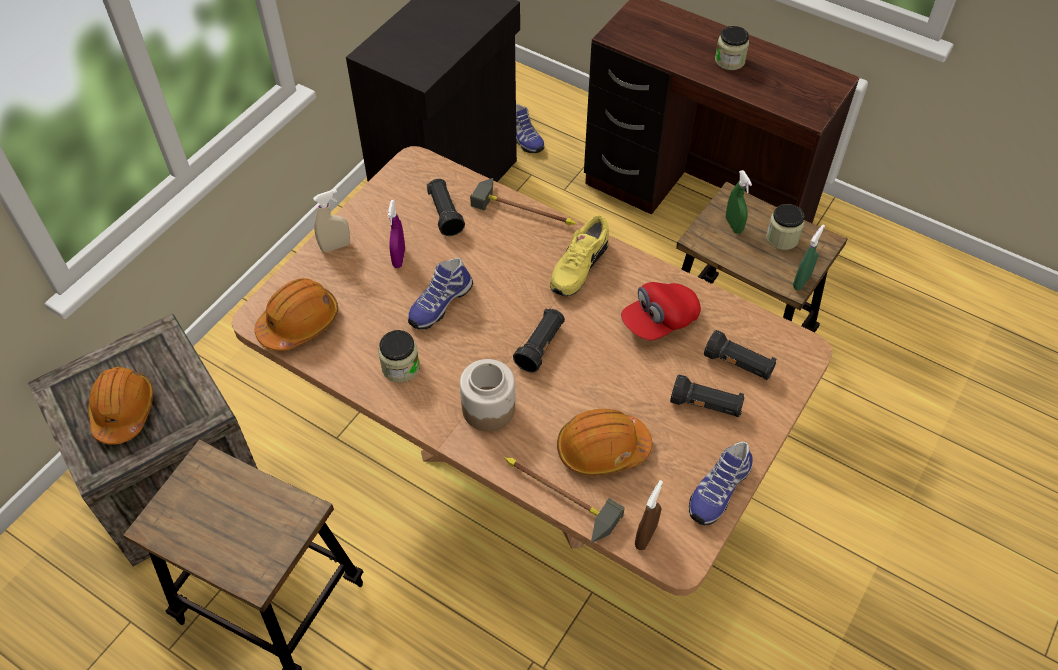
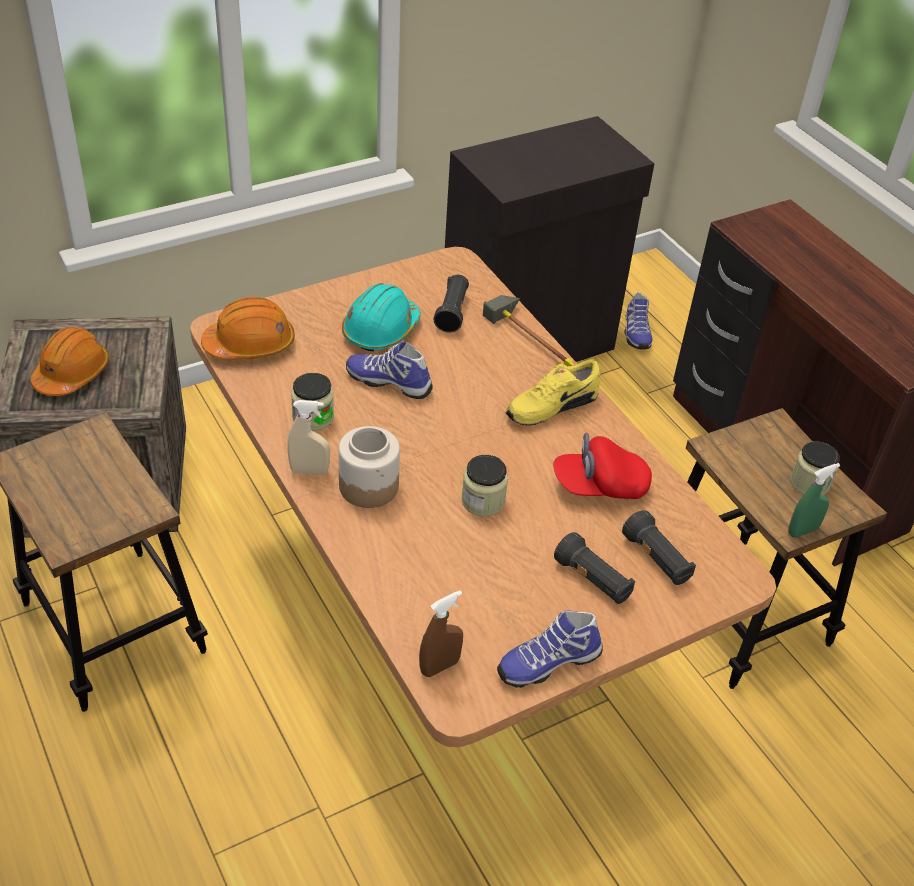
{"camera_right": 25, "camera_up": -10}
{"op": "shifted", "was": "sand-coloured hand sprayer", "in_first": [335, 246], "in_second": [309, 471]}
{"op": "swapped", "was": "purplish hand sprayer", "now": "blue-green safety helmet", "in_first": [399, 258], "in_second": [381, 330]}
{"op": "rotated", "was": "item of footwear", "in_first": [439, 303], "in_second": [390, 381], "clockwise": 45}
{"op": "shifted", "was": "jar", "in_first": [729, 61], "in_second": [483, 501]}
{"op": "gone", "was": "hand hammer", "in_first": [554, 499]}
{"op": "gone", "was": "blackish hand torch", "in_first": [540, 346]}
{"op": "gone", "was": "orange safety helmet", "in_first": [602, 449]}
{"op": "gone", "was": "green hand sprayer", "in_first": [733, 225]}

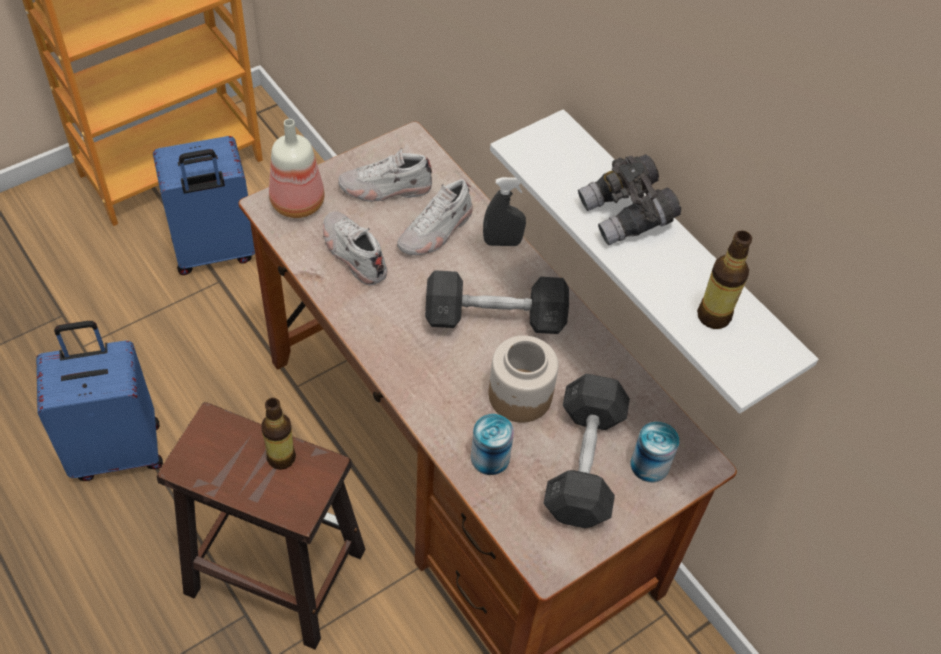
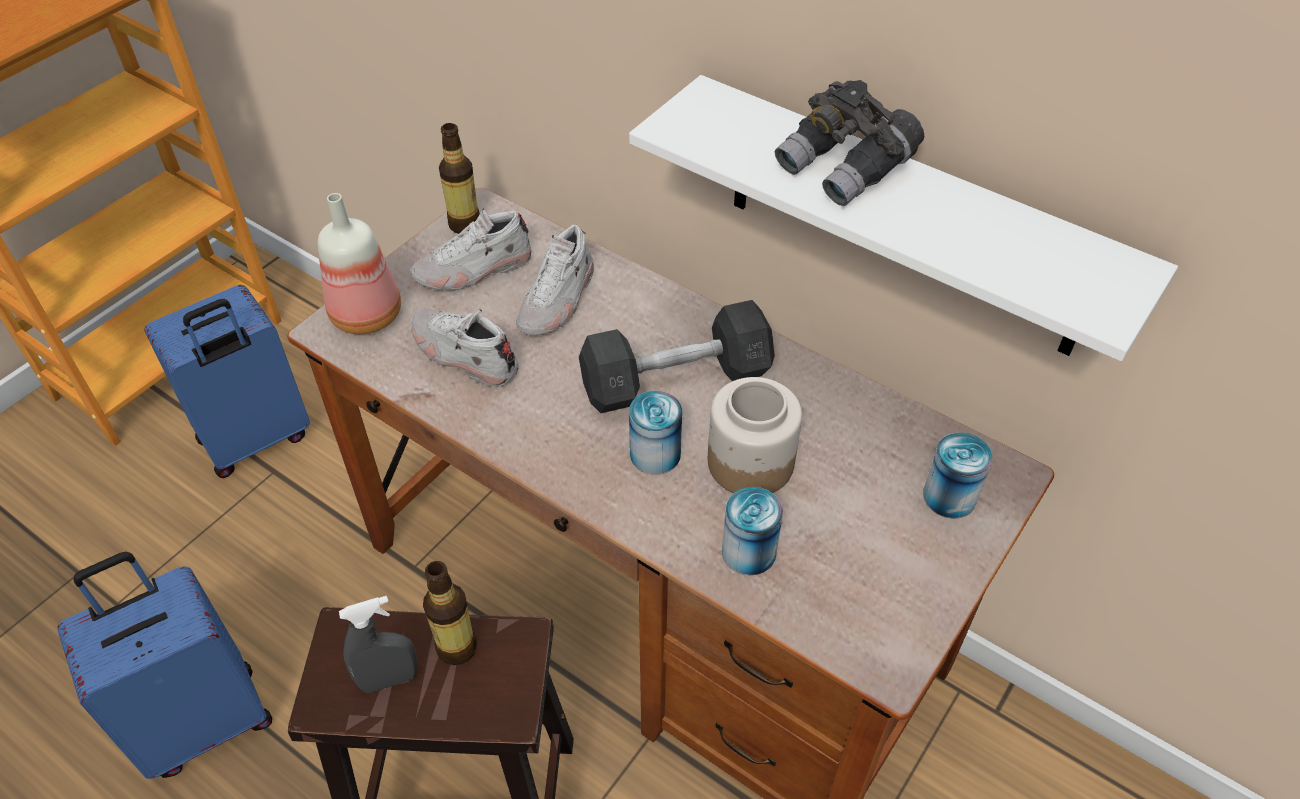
{"camera_right": -15, "camera_up": -5}
{"op": "shifted", "was": "greyish hand sprayer", "in_first": [502, 242], "in_second": [389, 680]}
{"op": "shifted", "was": "bottle", "in_first": [713, 316], "in_second": [465, 224]}
{"op": "new", "now": "sealed can", "in_second": [655, 454]}
{"op": "gone", "was": "greyish free weight", "in_first": [584, 463]}

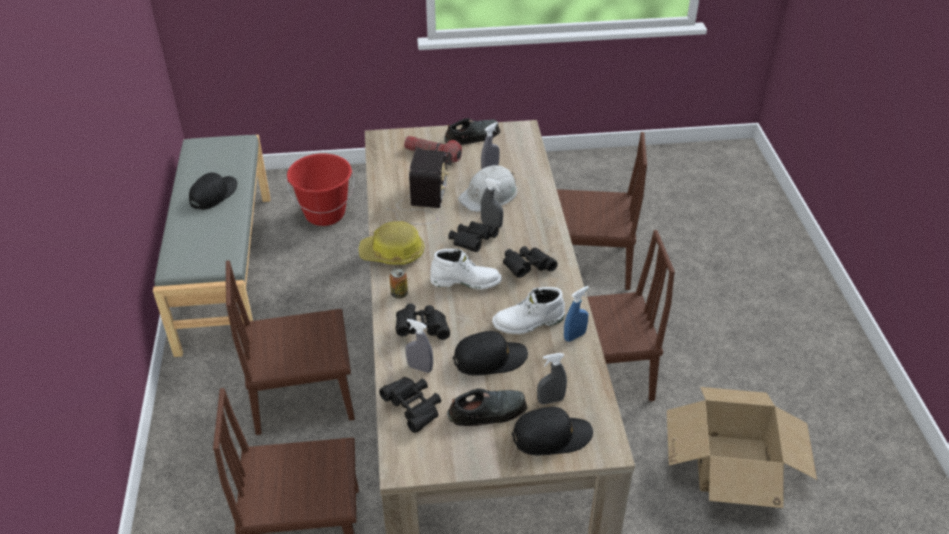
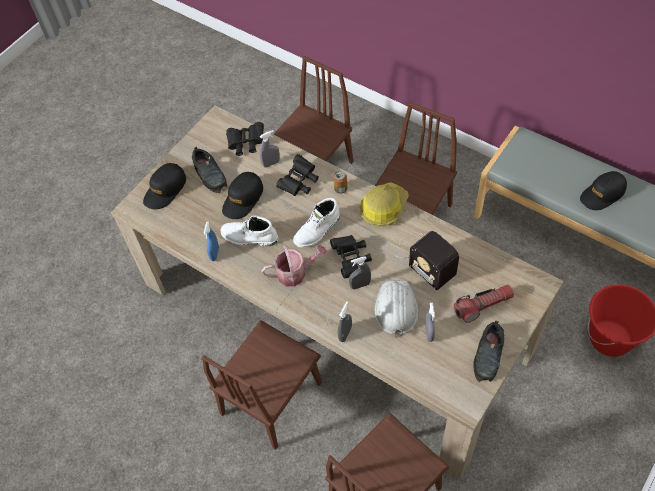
{"camera_right": 135, "camera_up": 15}
{"op": "rotated", "was": "blackish item of footwear", "in_first": [488, 411], "in_second": [210, 174], "clockwise": -60}
{"op": "rotated", "was": "white-coloured boot", "in_first": [528, 323], "in_second": [249, 238], "clockwise": -105}
{"op": "swapped", "was": "blackish binoculars", "now": "sprinkling can", "in_first": [527, 268], "in_second": [295, 273]}
{"op": "shifted", "was": "greyish hand sprayer", "in_first": [550, 400], "in_second": [345, 334]}
{"op": "rotated", "was": "blackish cap", "in_first": [214, 195], "in_second": [602, 194], "clockwise": 75}
{"op": "gone", "was": "packing box", "in_first": [732, 465]}

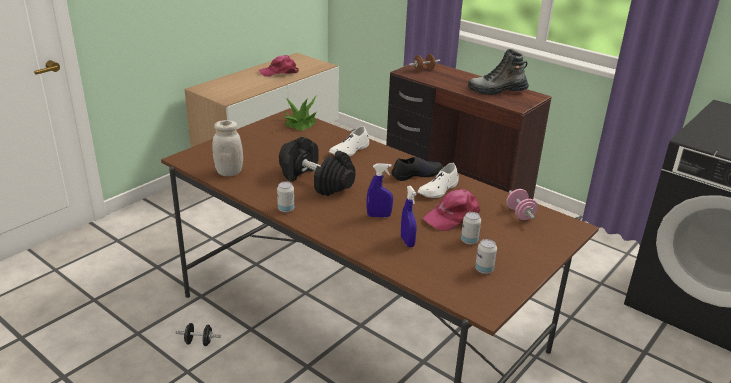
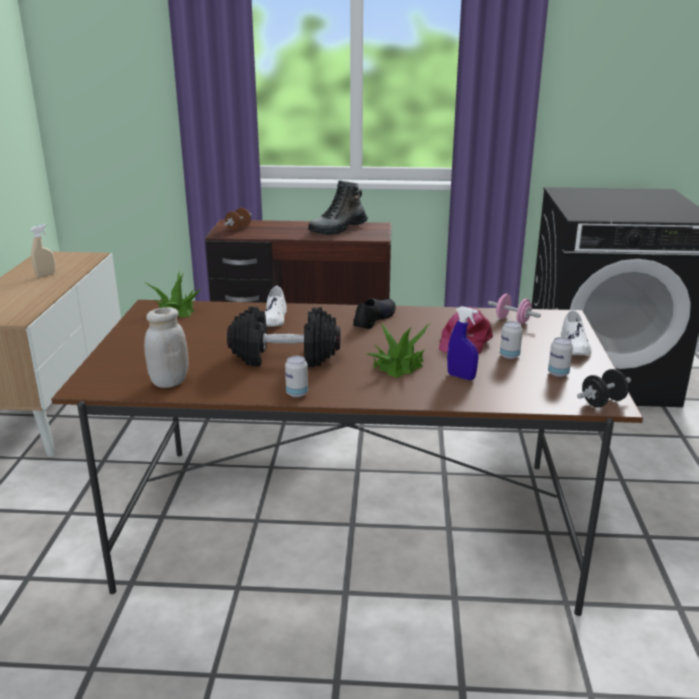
{"camera_right": -35, "camera_up": -5}
{"op": "swapped", "was": "pinkish cap", "now": "sand-coloured hand sprayer", "in_first": [279, 72], "in_second": [46, 275]}
{"op": "swapped", "was": "bluish hand sprayer", "now": "potted plant", "in_first": [379, 216], "in_second": [399, 365]}
{"op": "shifted", "was": "white-coloured item of footwear", "in_first": [438, 189], "in_second": [574, 346]}
{"op": "shifted", "was": "blackish free weight", "in_first": [199, 342], "in_second": [602, 402]}

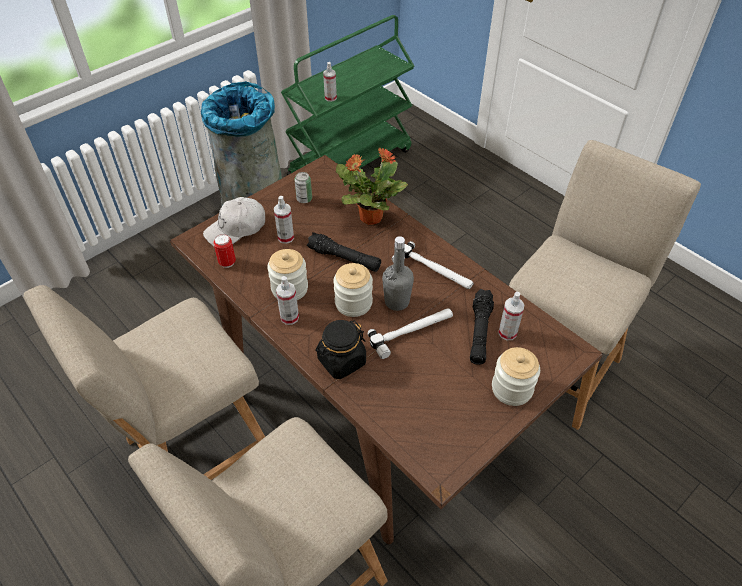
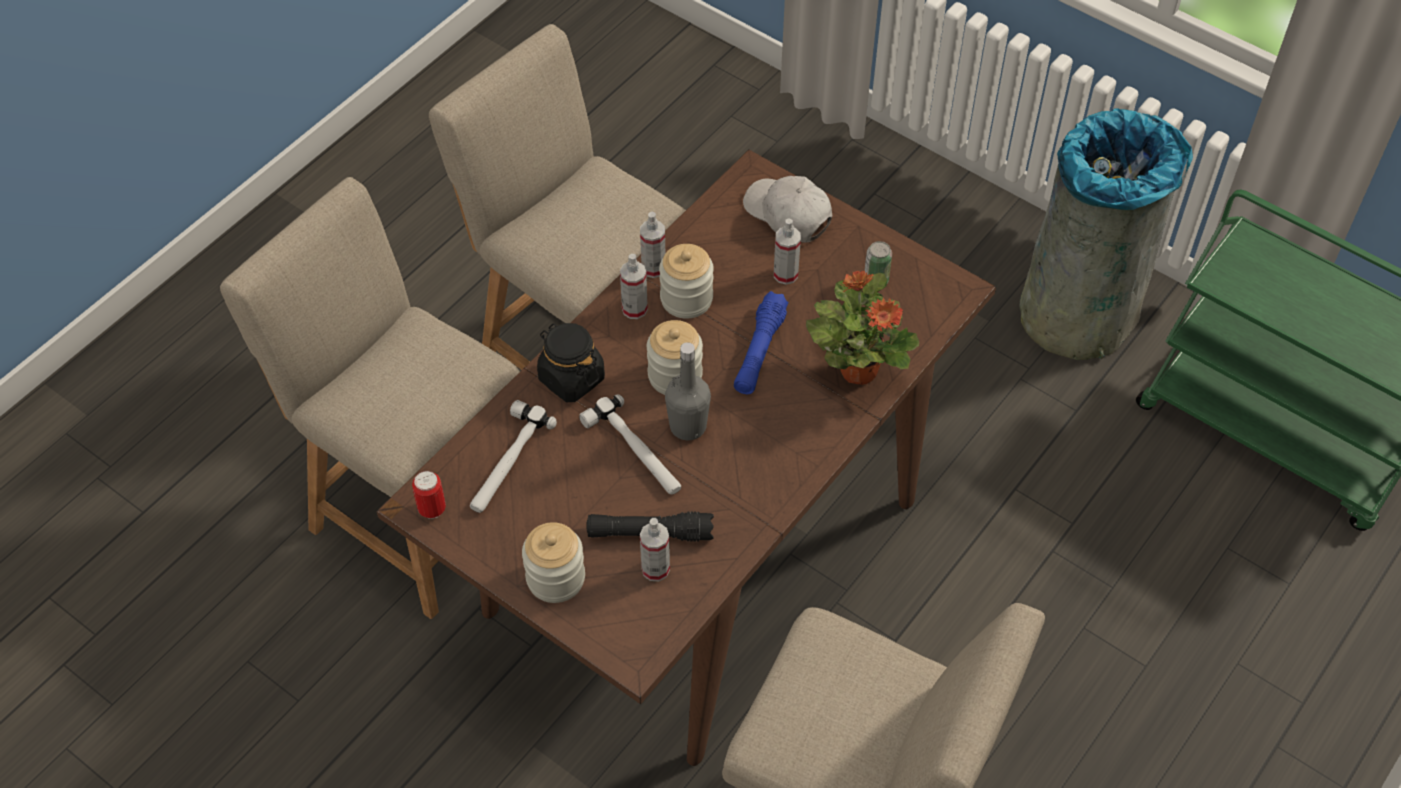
{"camera_right": 80, "camera_up": 5}
{"op": "shifted", "was": "sealed can", "in_first": [227, 262], "in_second": [432, 509]}
{"op": "shifted", "was": "hand hammer", "in_first": [433, 271], "in_second": [507, 462]}
{"op": "shifted", "was": "hand sprayer", "in_first": [330, 98], "in_second": [653, 268]}
{"op": "repainted", "was": "blackish hand torch", "now": "bluish hand torch", "in_first": [344, 258], "in_second": [759, 351]}

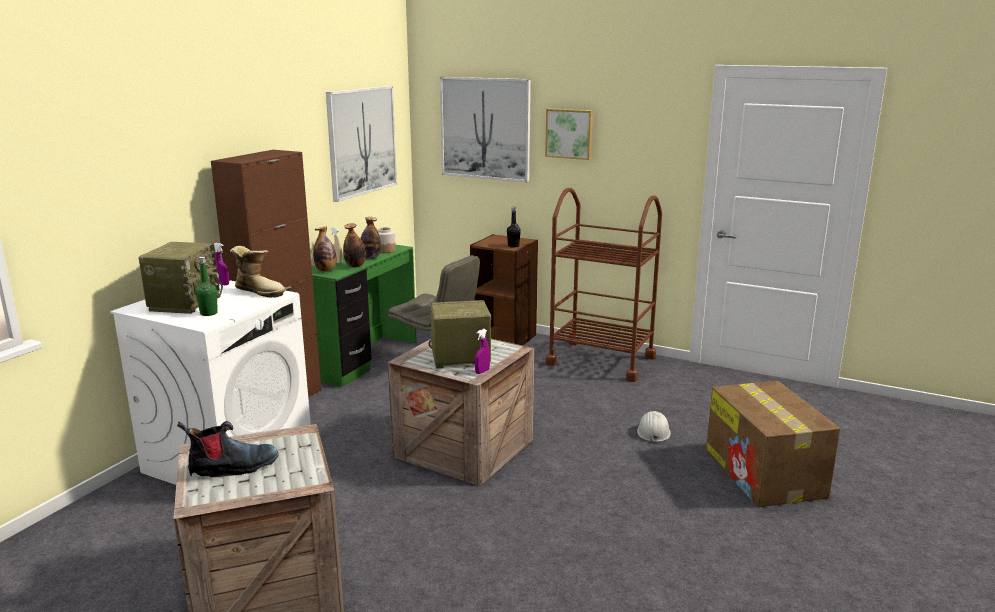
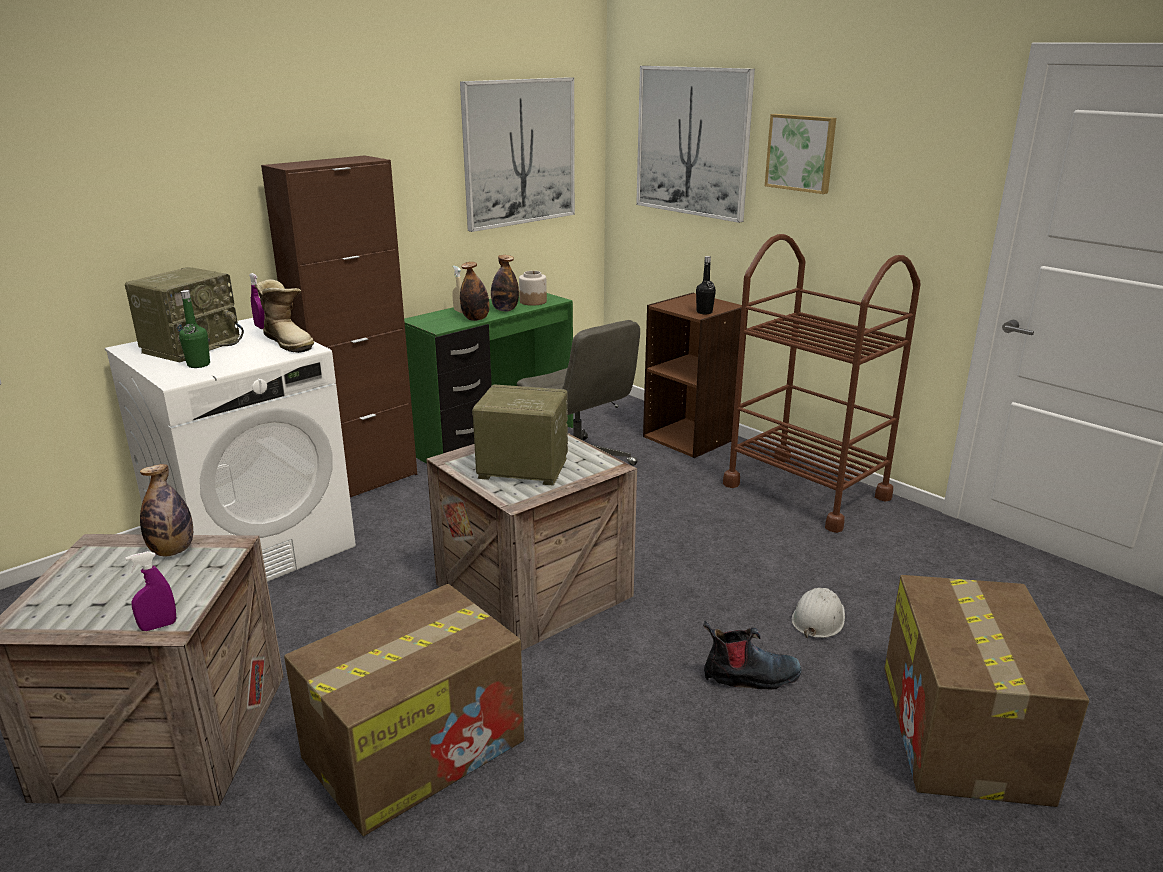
{"camera_right": 20, "camera_up": 5}
{"op": "shifted", "was": "purplish hand sprayer", "in_first": [482, 372], "in_second": [158, 626]}
{"op": "shifted", "was": "bottle", "in_first": [326, 270], "in_second": [172, 551]}
{"op": "new", "now": "packing box", "in_second": [416, 747]}
{"op": "shifted", "was": "boot", "in_first": [233, 468], "in_second": [750, 677]}

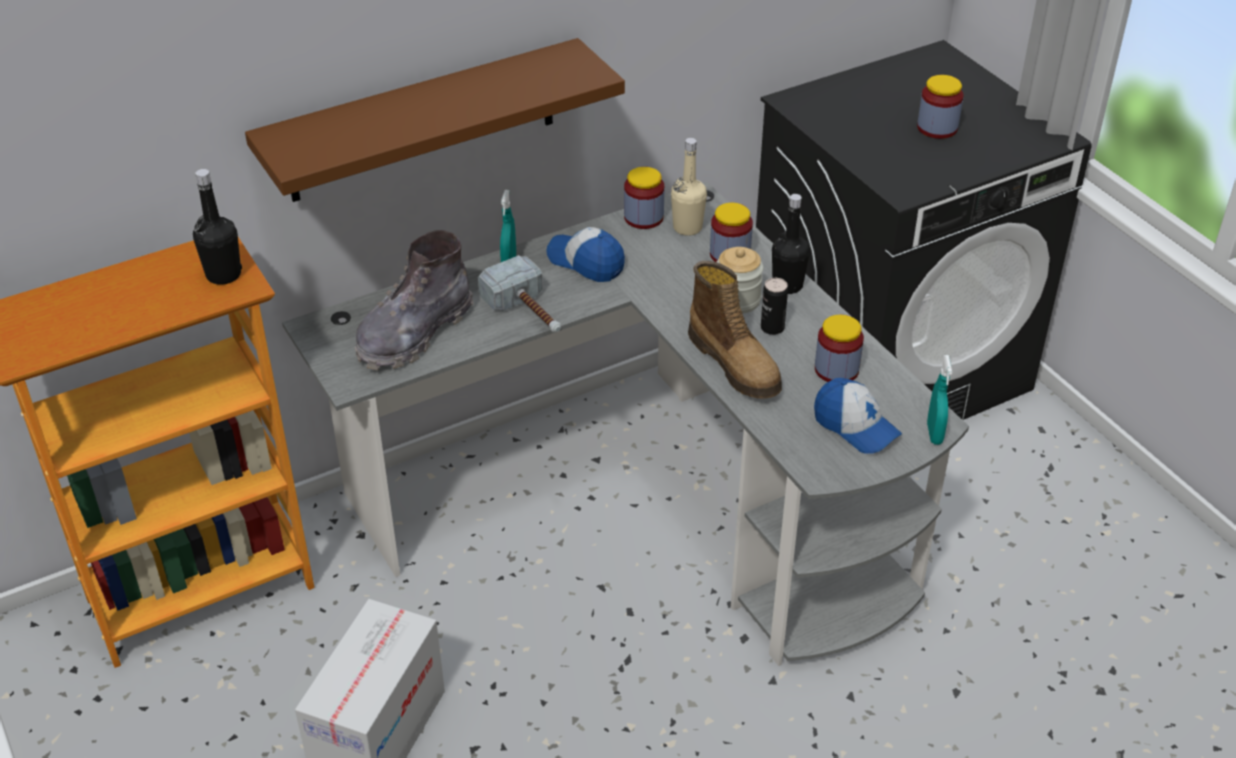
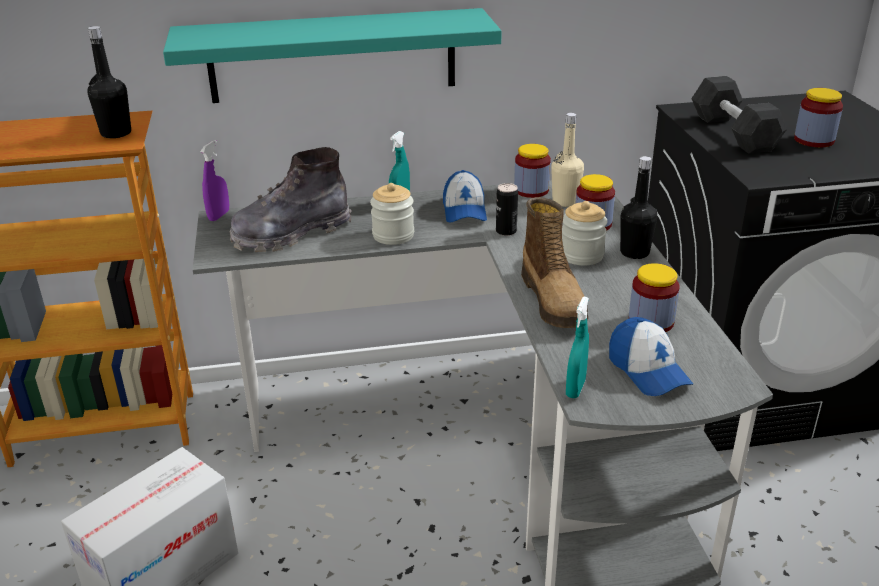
{"camera_right": 20, "camera_up": -10}
{"op": "repainted", "was": "brown-coloured shelf", "now": "blue-green shelf", "in_first": [422, 121], "in_second": [333, 56]}
{"op": "new", "now": "purplish hand sprayer", "in_second": [219, 215]}
{"op": "swapped", "was": "hand hammer", "now": "jar", "in_first": [528, 313], "in_second": [393, 235]}
{"op": "rotated", "was": "cap", "in_first": [586, 262], "in_second": [464, 210], "clockwise": -150}
{"op": "shifted", "was": "sealed can", "in_first": [772, 328], "in_second": [506, 231]}
{"op": "shifted", "was": "blue-green hand sprayer", "in_first": [934, 433], "in_second": [575, 388]}
{"op": "new", "now": "greyish free weight", "in_second": [733, 133]}

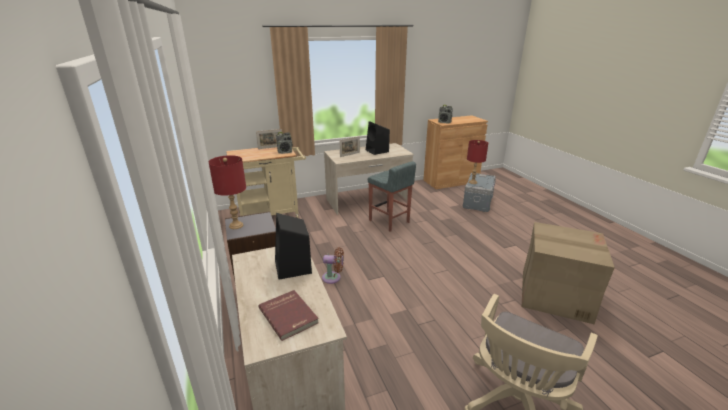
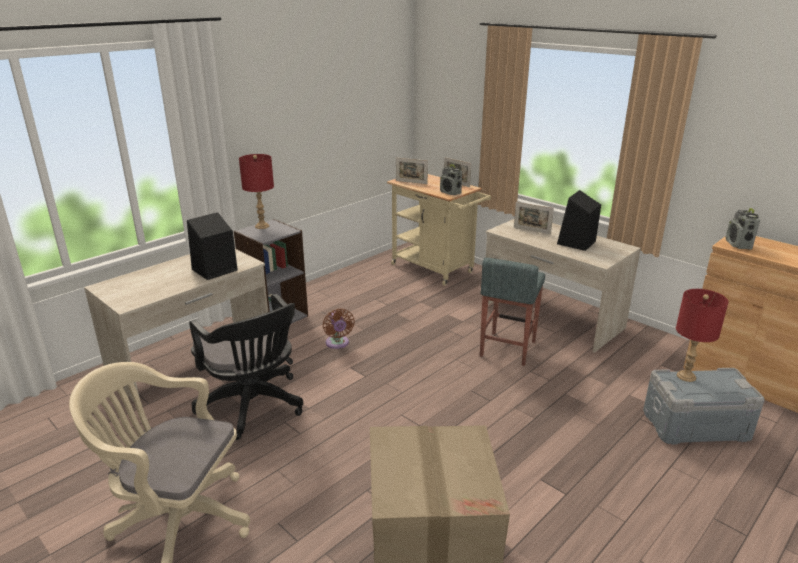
{"camera_right": 65, "camera_up": 0}
{"op": "new", "now": "blackish office chair", "in_second": [254, 407]}
{"op": "new", "now": "standing frame", "in_second": [411, 182]}
{"op": "gone", "was": "red-coloured bound book", "in_first": [289, 315]}

